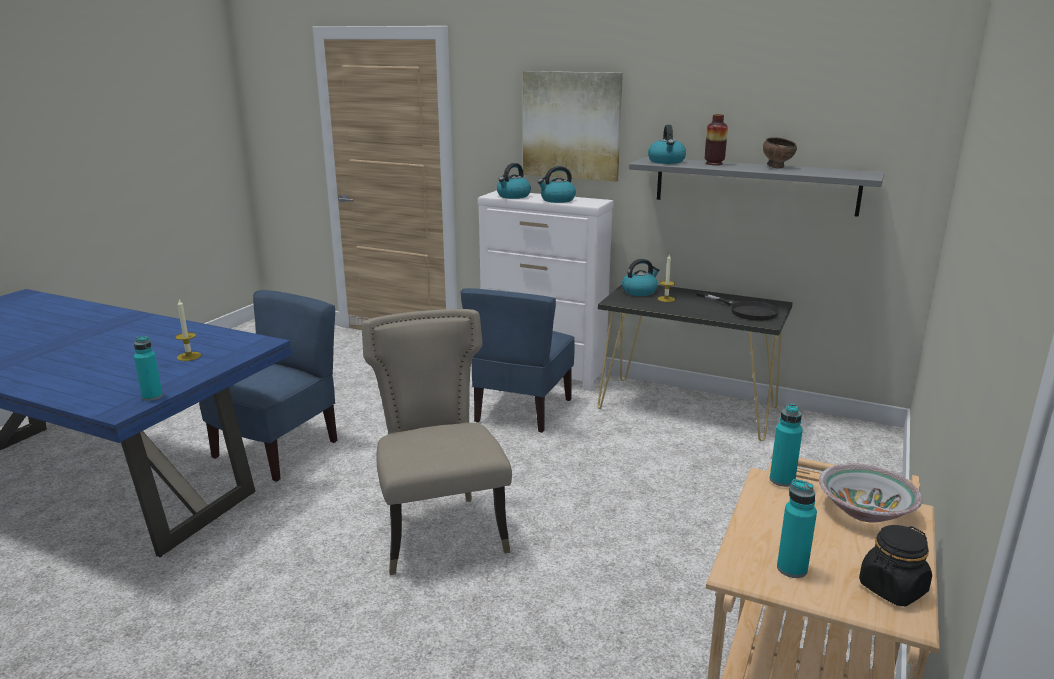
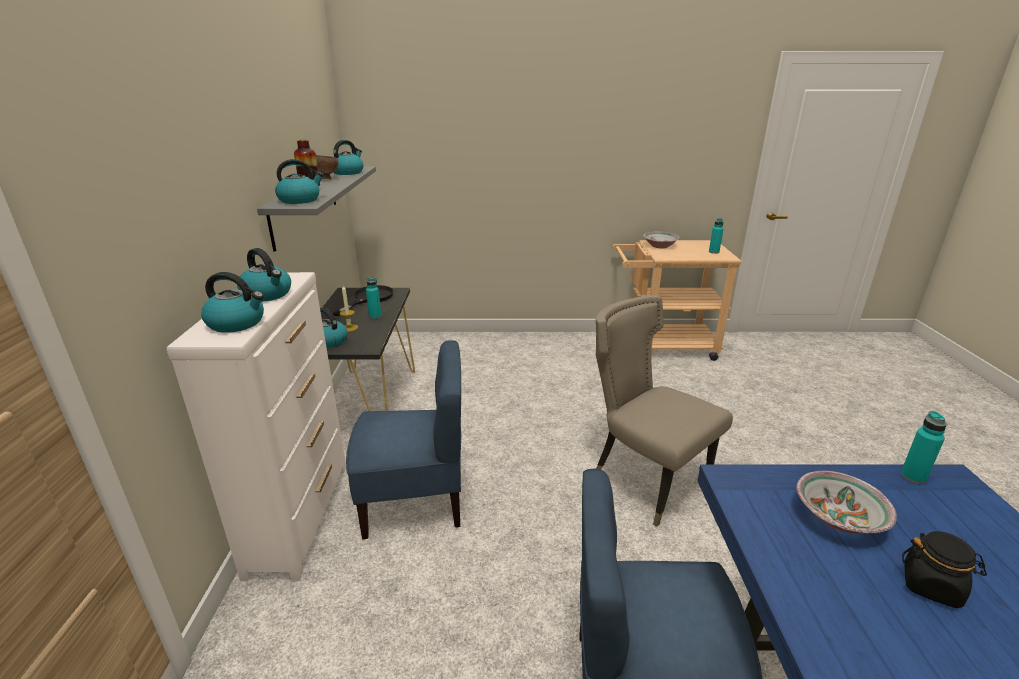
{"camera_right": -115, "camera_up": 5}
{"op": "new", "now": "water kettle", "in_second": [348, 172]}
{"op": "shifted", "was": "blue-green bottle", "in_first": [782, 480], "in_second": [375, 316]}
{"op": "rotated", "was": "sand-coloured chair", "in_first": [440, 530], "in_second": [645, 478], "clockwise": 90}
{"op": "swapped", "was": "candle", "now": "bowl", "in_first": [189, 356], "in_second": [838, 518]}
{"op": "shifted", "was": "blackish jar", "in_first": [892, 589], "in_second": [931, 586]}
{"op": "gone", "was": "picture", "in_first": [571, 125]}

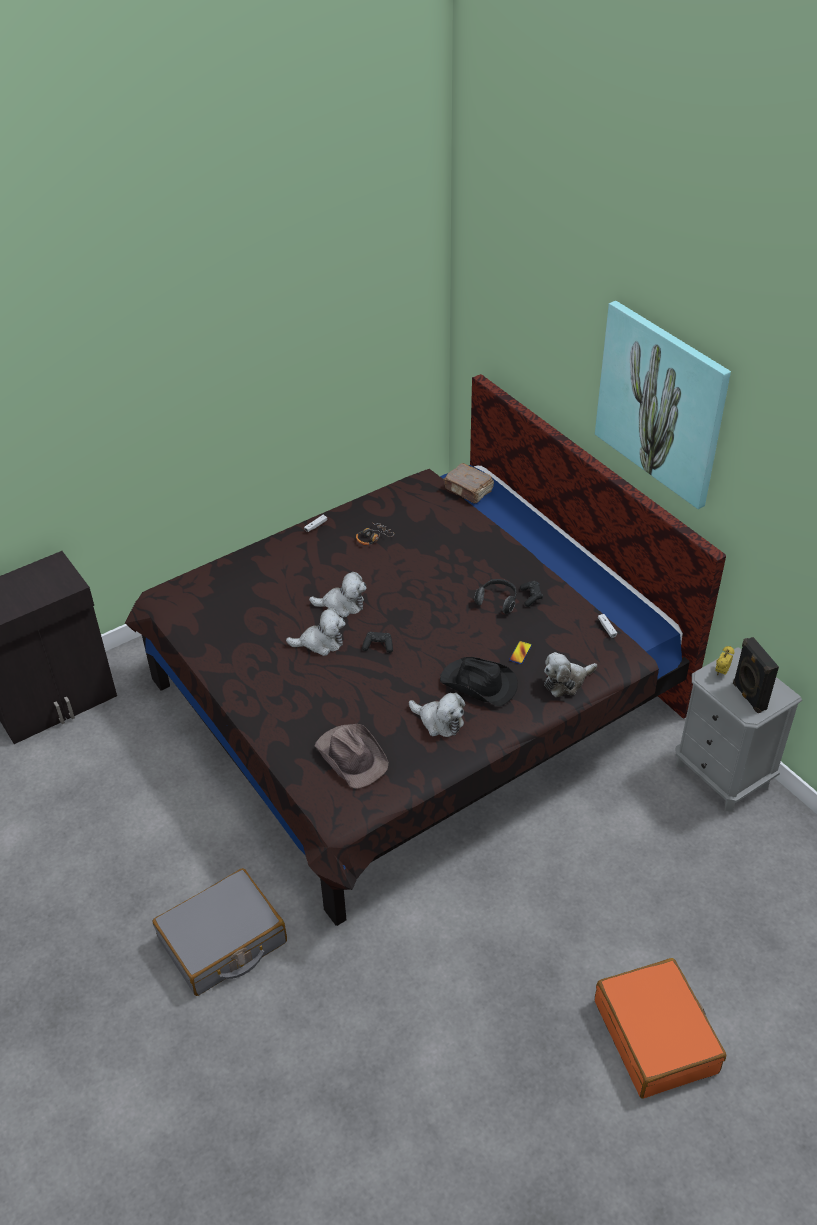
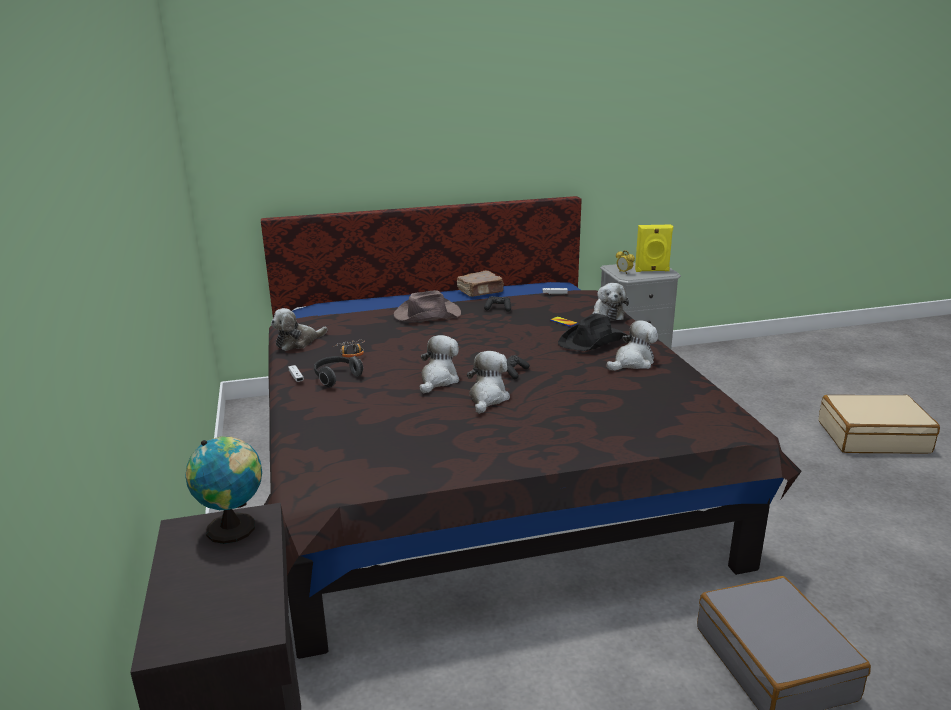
{"camera_right": -70, "camera_up": -20}
{"op": "new", "now": "globe", "in_second": [235, 528]}
{"op": "new", "now": "cuddly toy", "in_second": [298, 342]}
{"op": "shifted", "was": "headphones", "in_first": [497, 601], "in_second": [336, 377]}
{"op": "shifted", "was": "brown-coloured clothing hat", "in_first": [352, 756], "in_second": [426, 314]}
{"op": "shifted", "was": "brown-coloured bound book", "in_first": [468, 490], "in_second": [480, 291]}
{"op": "repainted", "was": "blackish audio speaker", "now": "yellow-coloured audio speaker", "in_first": [748, 696], "in_second": [652, 270]}
{"op": "repainted", "was": "orange suitcase", "now": "sand-coloured suitcase", "in_first": [656, 1036], "in_second": [872, 436]}
{"op": "gone", "was": "picture", "in_first": [661, 403]}

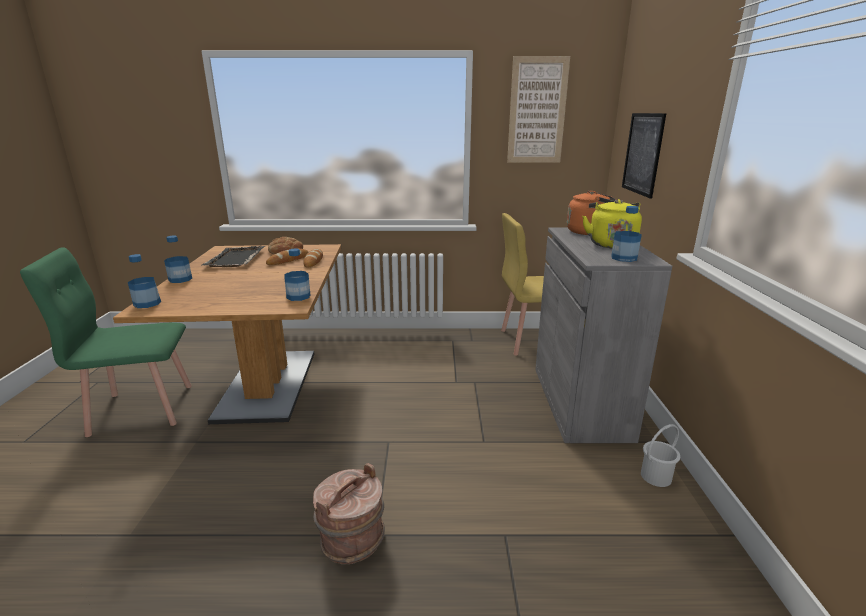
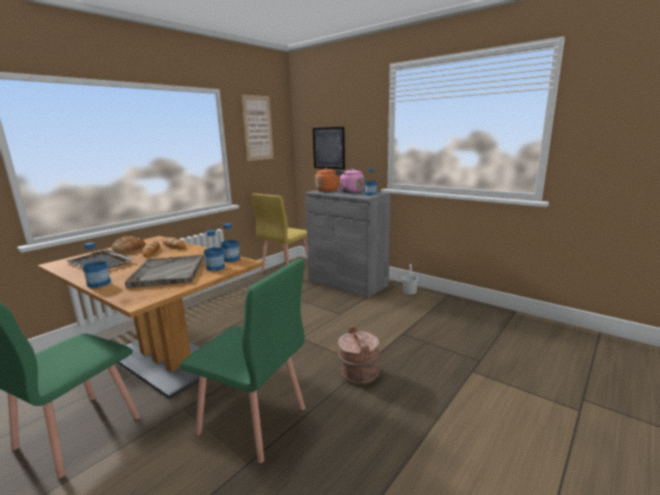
{"camera_right": -50, "camera_up": -5}
{"op": "new", "now": "greyish carrying tray", "in_second": [168, 272]}
{"op": "new", "now": "green chair", "in_second": [253, 421]}
{"op": "shifted", "was": "bottle", "in_first": [147, 303], "in_second": [215, 267]}
{"op": "repainted", "was": "yellow-coloured water kettle", "now": "pinkish water kettle", "in_first": [610, 244], "in_second": [350, 192]}

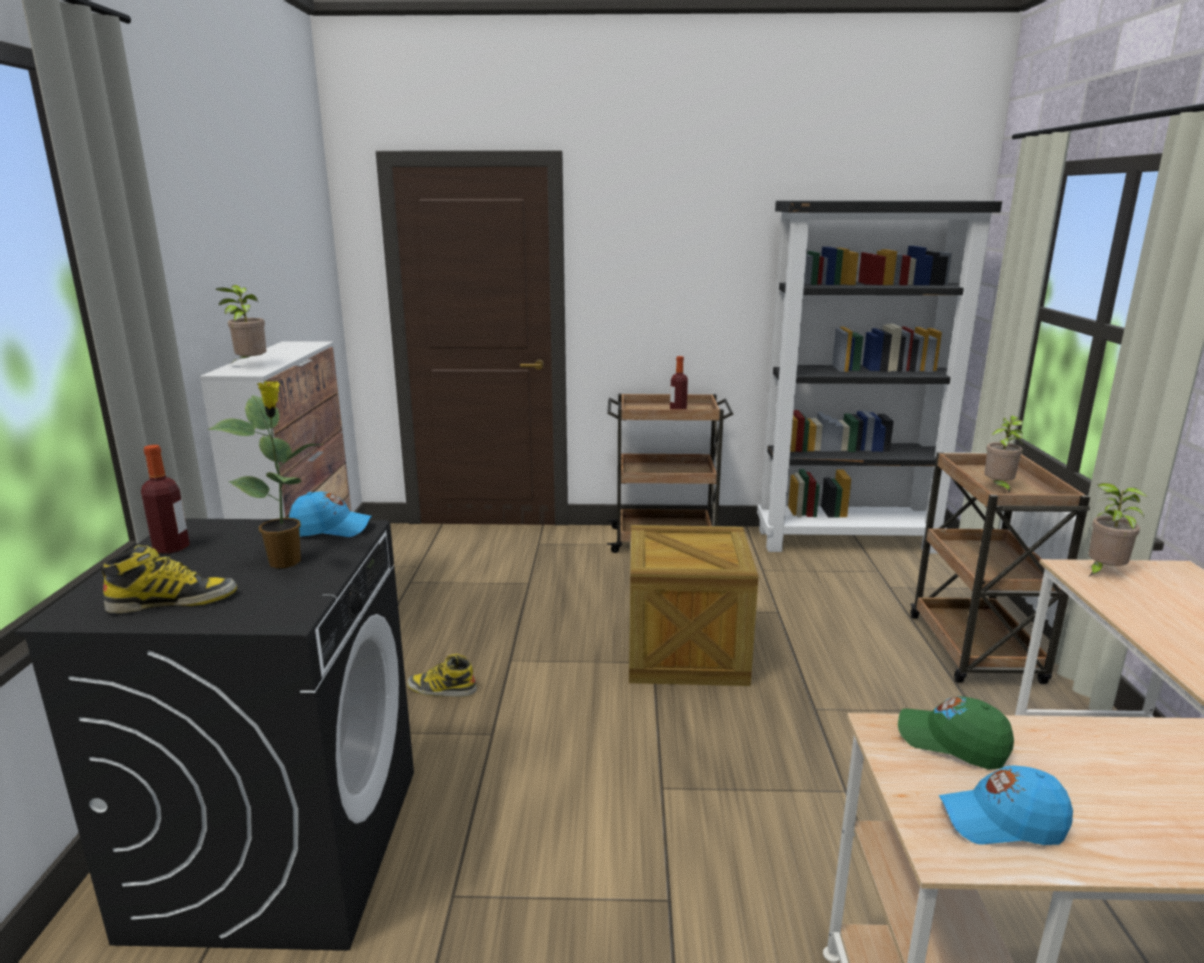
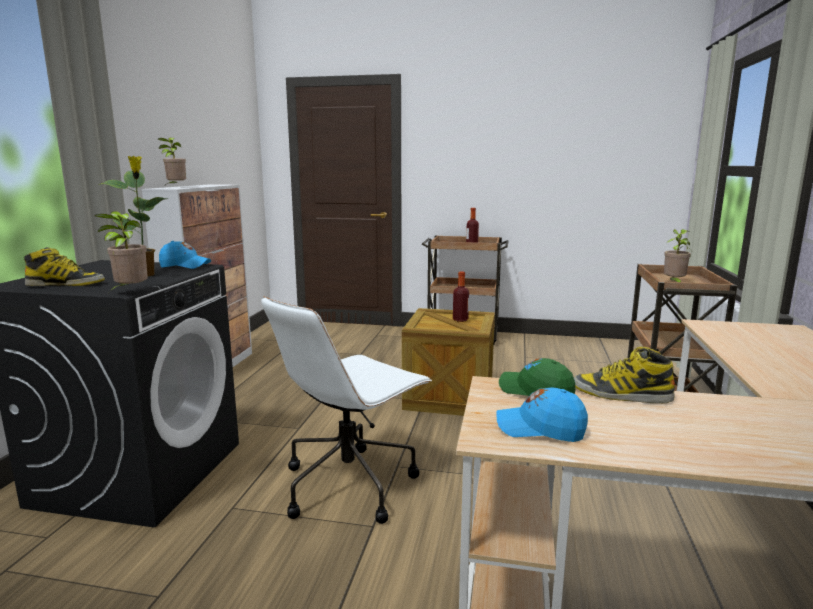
{"camera_right": 10, "camera_up": -5}
{"op": "shifted", "was": "potted plant", "in_first": [1102, 572], "in_second": [130, 292]}
{"op": "new", "now": "white-coloured office chair", "in_second": [350, 483]}
{"op": "shifted", "was": "bottle", "in_first": [171, 548], "in_second": [460, 320]}
{"op": "shifted", "was": "boot", "in_first": [441, 689], "in_second": [621, 394]}
{"op": "gone", "was": "blackish bookshelf", "in_first": [847, 540]}

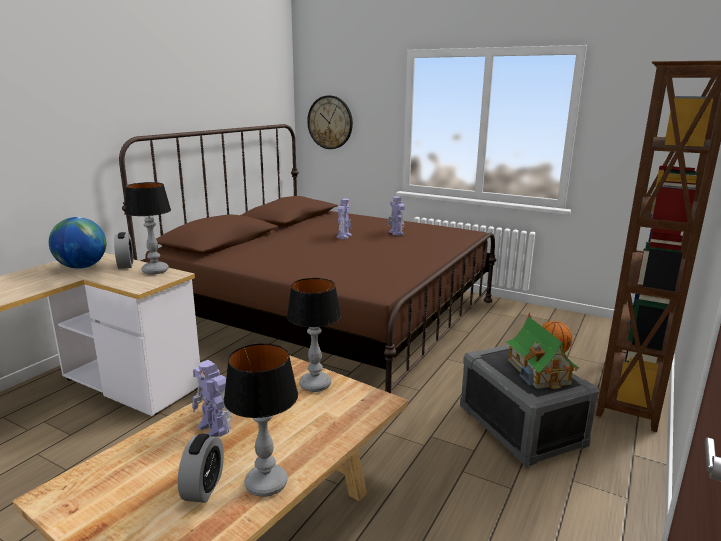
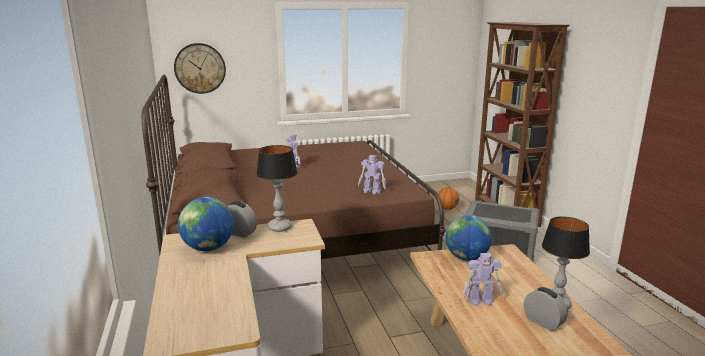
{"camera_right": -45, "camera_up": 0}
{"op": "shifted", "was": "model robot", "in_first": [396, 233], "in_second": [372, 191]}
{"op": "swapped", "was": "table lamp", "now": "globe", "in_first": [315, 384], "in_second": [466, 258]}
{"op": "gone", "was": "toy house", "in_first": [538, 372]}

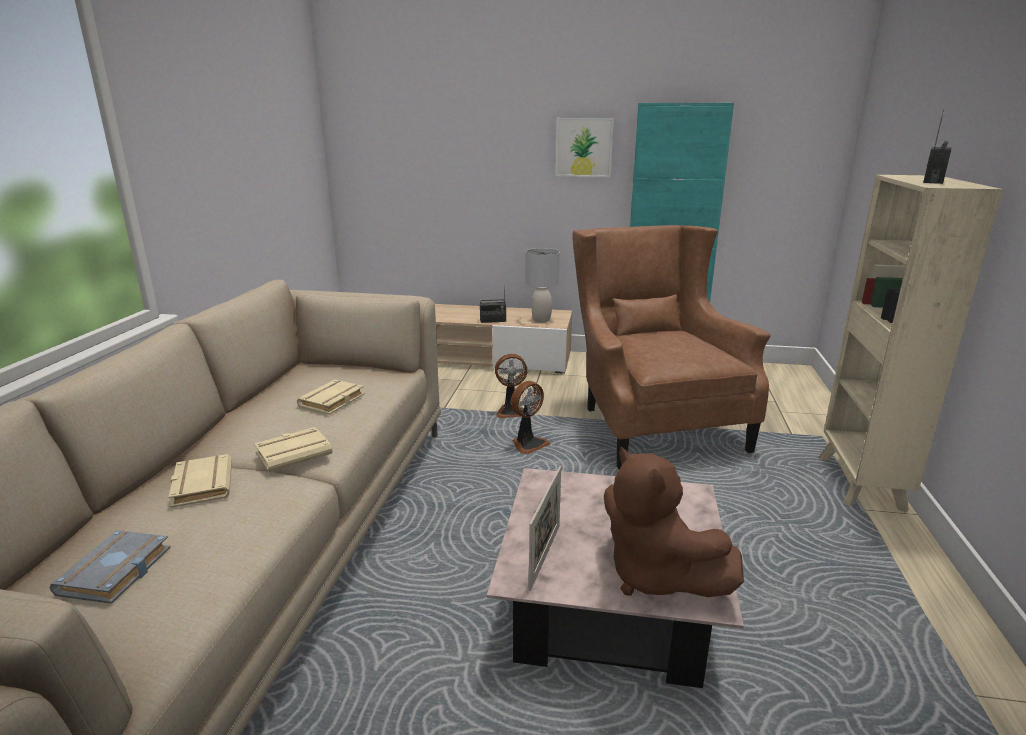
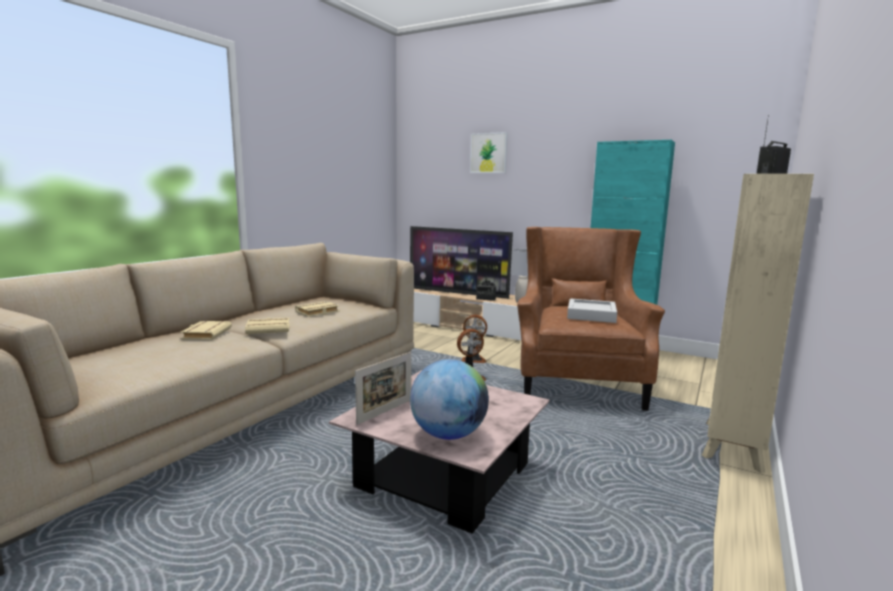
{"camera_right": 20, "camera_up": -10}
{"op": "new", "now": "TV", "in_second": [458, 293]}
{"op": "swapped", "was": "brown-coloured cuddly toy", "now": "globe", "in_first": [655, 576], "in_second": [448, 434]}
{"op": "shifted", "was": "picture", "in_first": [584, 147], "in_second": [488, 153]}
{"op": "new", "now": "greyish carrying tray", "in_second": [591, 315]}
{"op": "gone", "was": "greyish bound book", "in_first": [116, 573]}

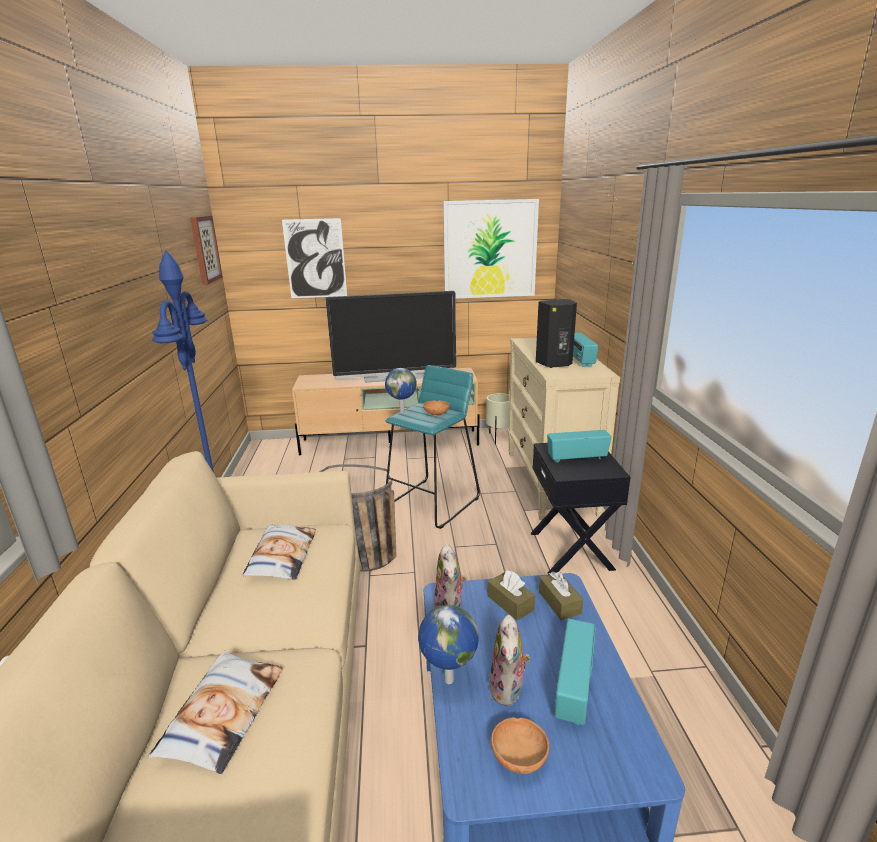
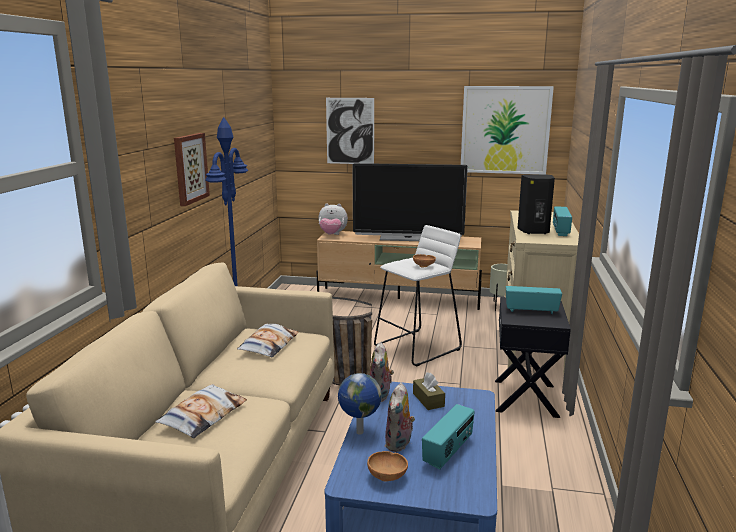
{"camera_right": 15, "camera_up": -5}
{"op": "shifted", "was": "picture", "in_first": [204, 249], "in_second": [190, 168]}
{"op": "new", "now": "cuddly toy", "in_second": [332, 235]}
{"op": "repainted", "was": "blue-green stool seat", "now": "white-coloured stool seat", "in_first": [433, 503], "in_second": [418, 347]}
{"op": "gone", "was": "globe", "in_first": [402, 411]}
{"op": "gone", "was": "brown-coloured box of tissues", "in_first": [559, 602]}

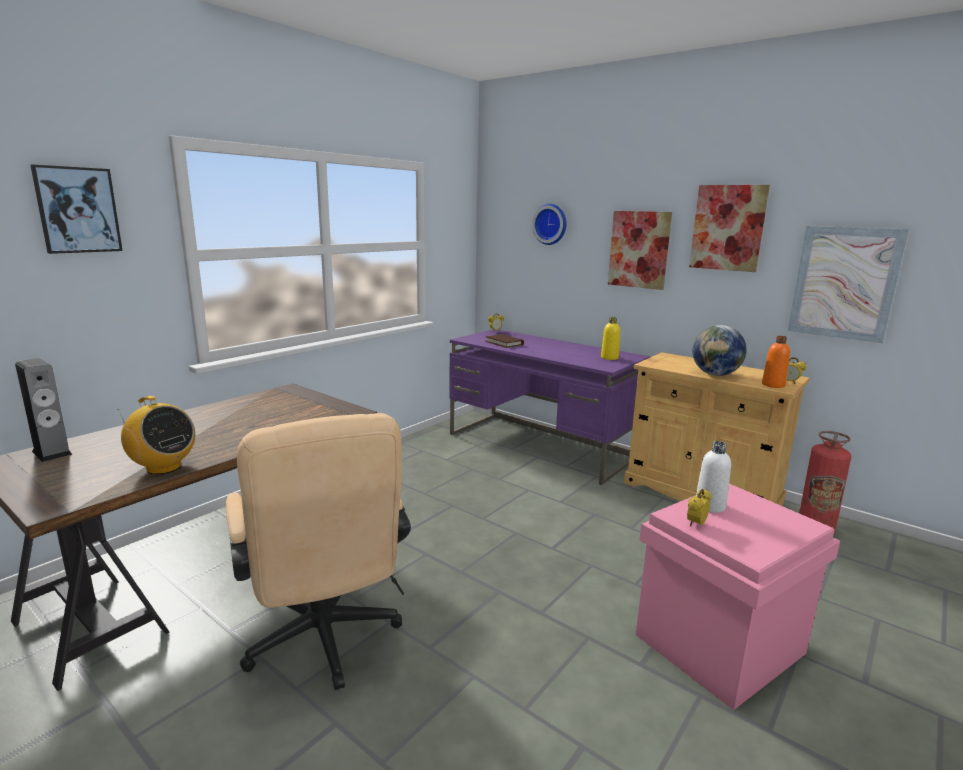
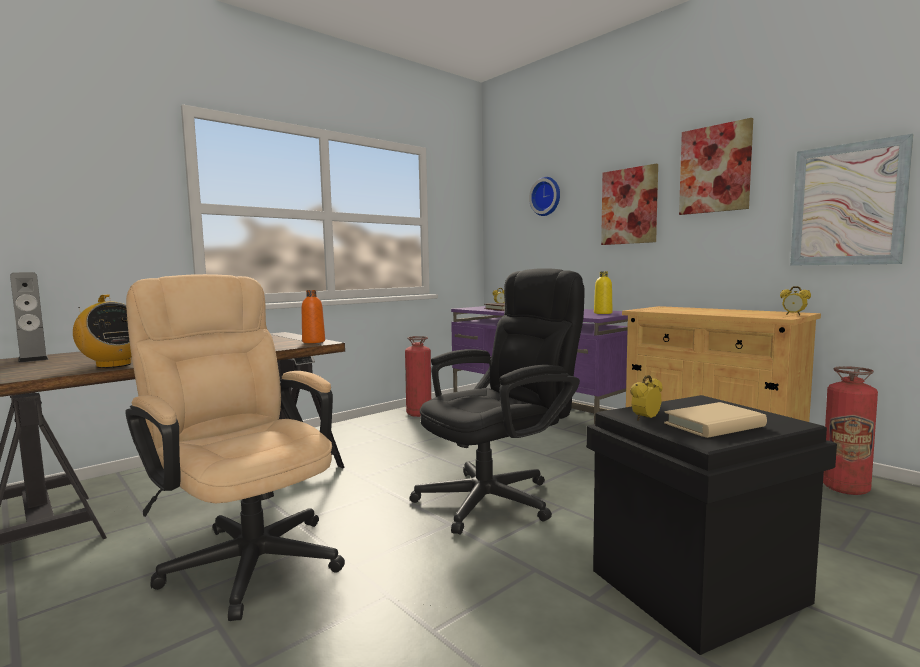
{"camera_right": 10, "camera_up": -10}
{"op": "rotated", "was": "sand-coloured office chair", "in_first": [324, 642], "in_second": [247, 555], "clockwise": 150}
{"op": "shifted", "was": "orange bottle", "in_first": [773, 385], "in_second": [313, 341]}
{"op": "new", "now": "fire-fighting cylinder", "in_second": [419, 414]}
{"op": "new", "now": "blackish office chair", "in_second": [498, 497]}
{"op": "repainted", "was": "pinkish storage box", "now": "blackish storage box", "in_first": [719, 645], "in_second": [696, 587]}
{"op": "new", "now": "sand-coloured bound book", "in_second": [714, 425]}
{"op": "gone", "was": "picture", "in_first": [78, 210]}
{"op": "gone", "was": "globe", "in_first": [715, 374]}
{"op": "gone", "was": "white-coloured bottle", "in_first": [710, 506]}

